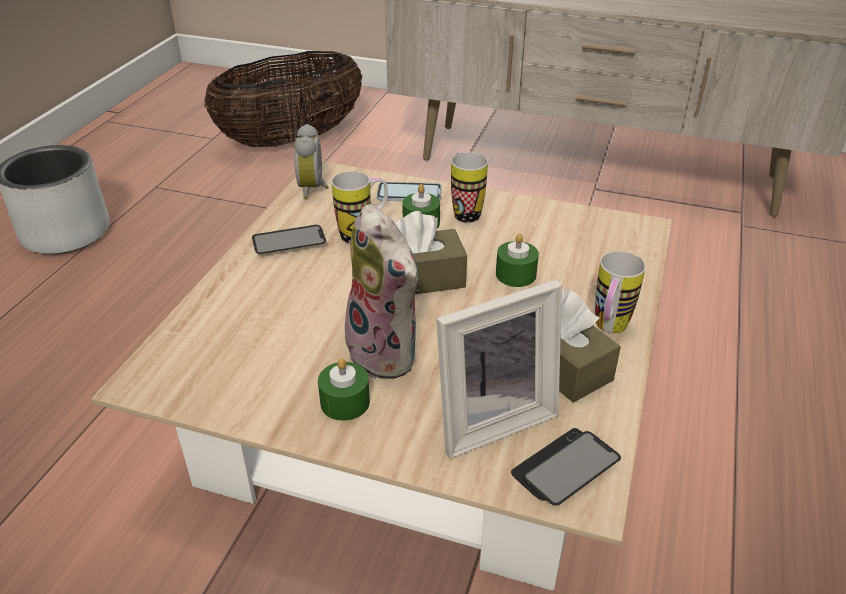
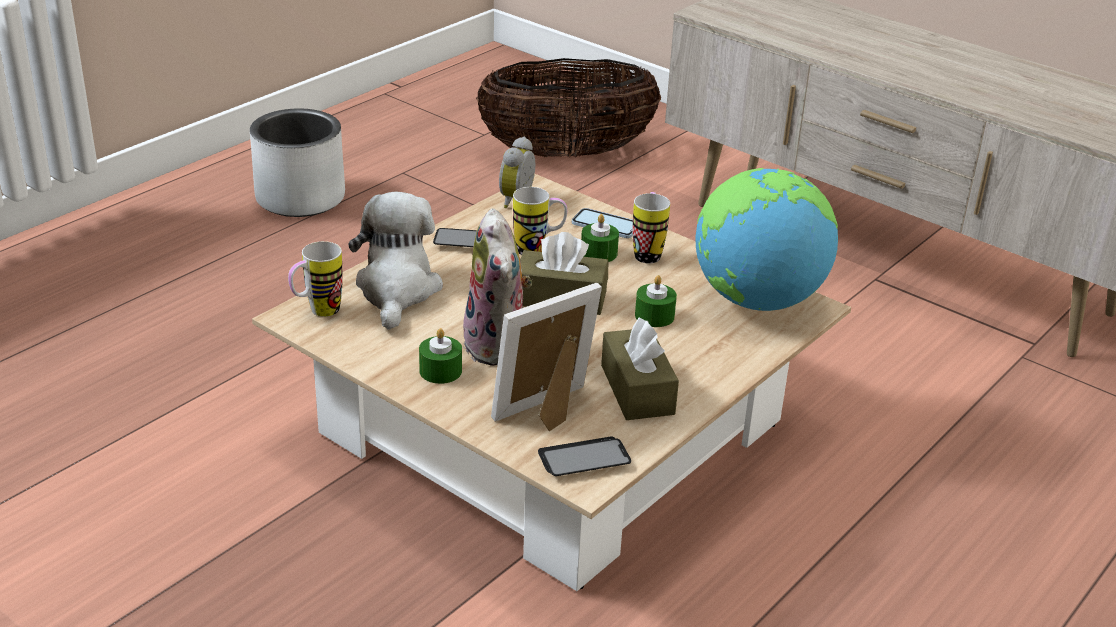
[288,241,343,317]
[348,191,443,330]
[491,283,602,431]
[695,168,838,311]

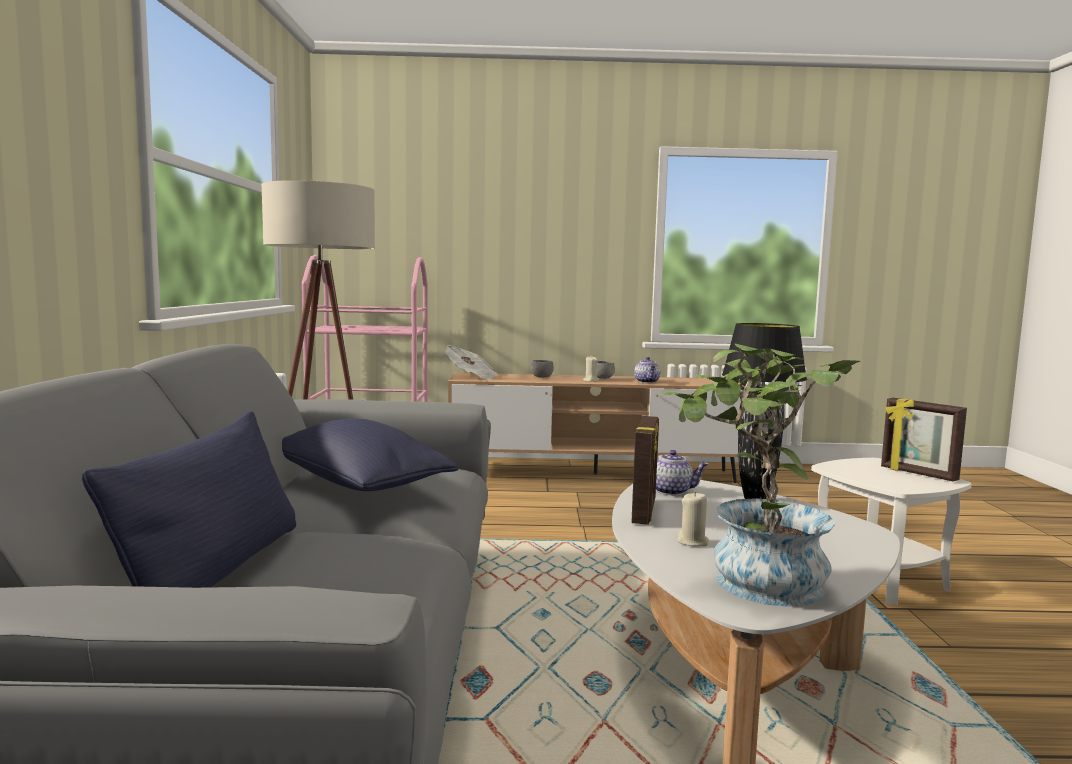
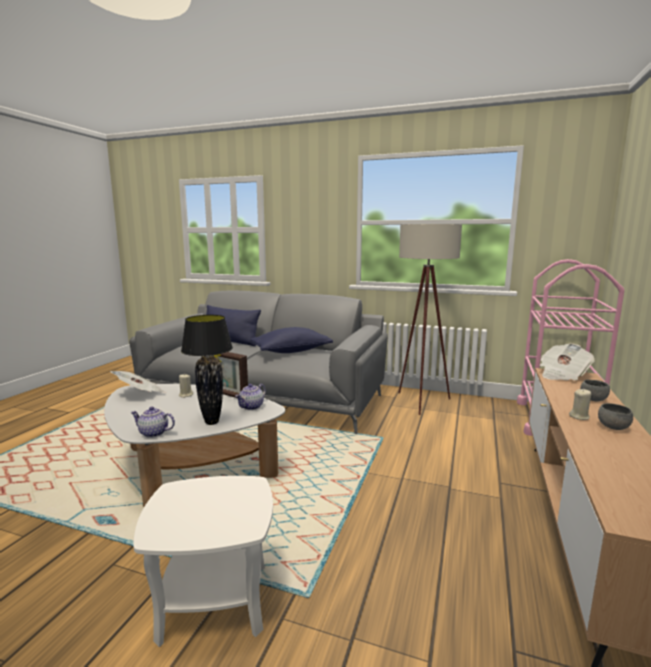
[110,371,167,393]
[131,407,175,438]
[881,398,967,482] (first image)

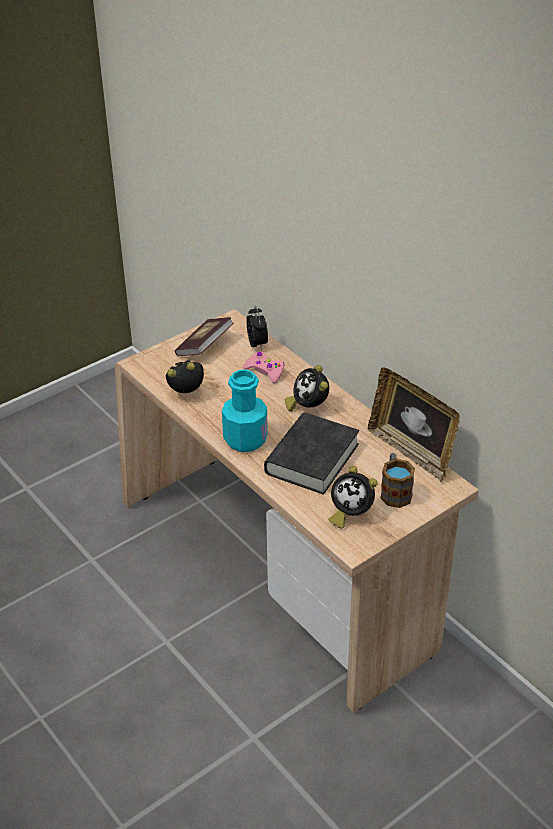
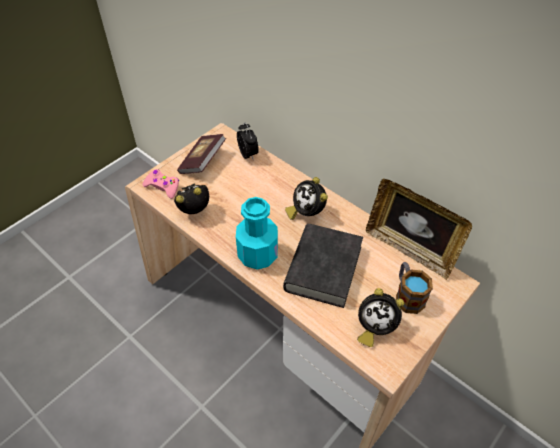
[143,169,179,199]

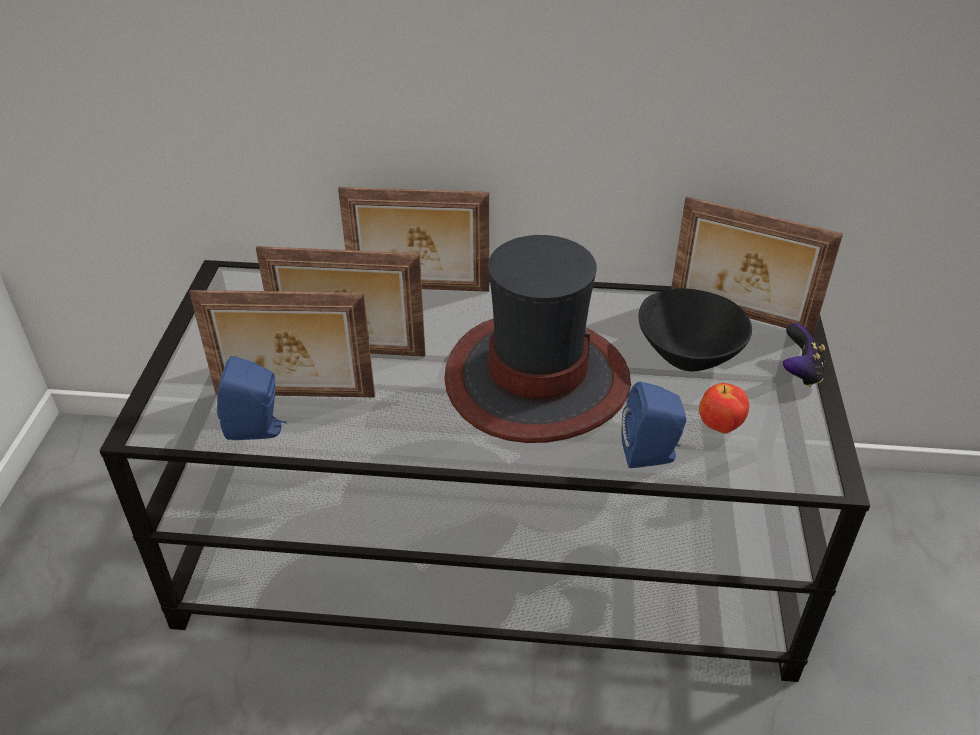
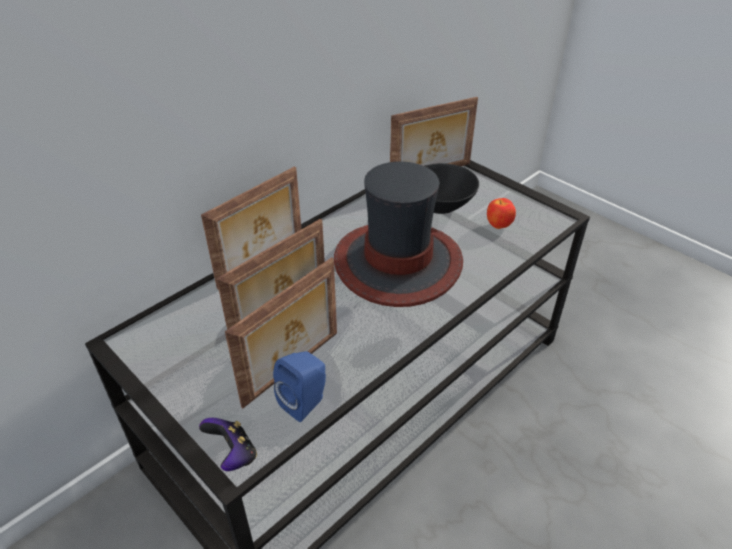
[199,418,257,471]
[621,382,686,468] (first image)

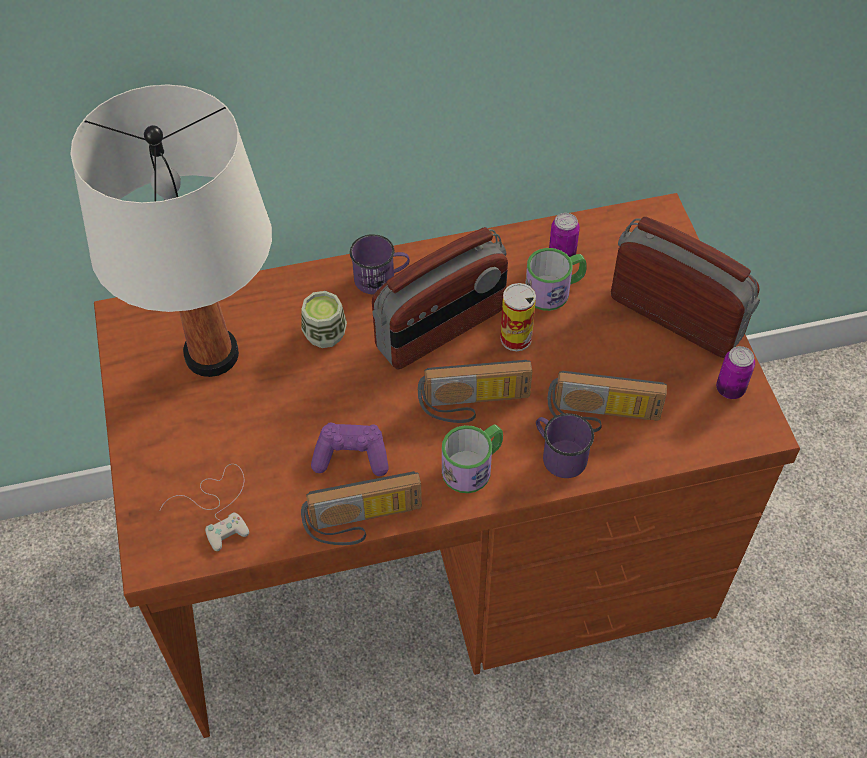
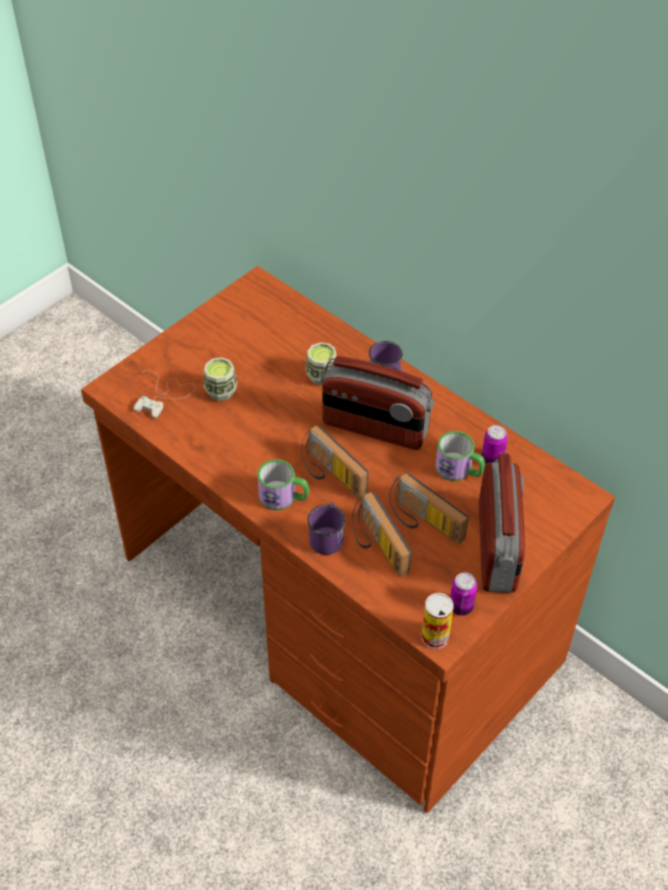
[204,357,237,401]
[389,472,468,544]
[421,593,454,649]
[70,84,272,377] (first image)
[311,423,388,476] (first image)

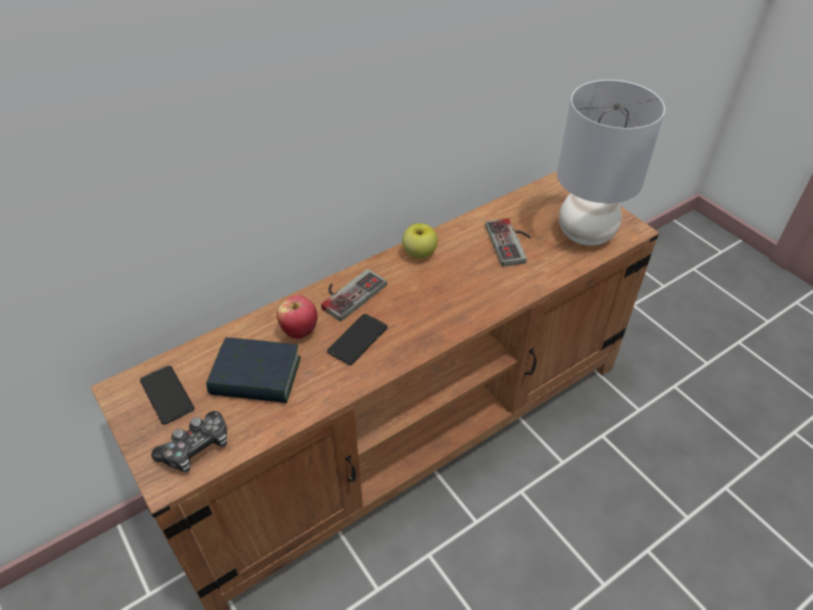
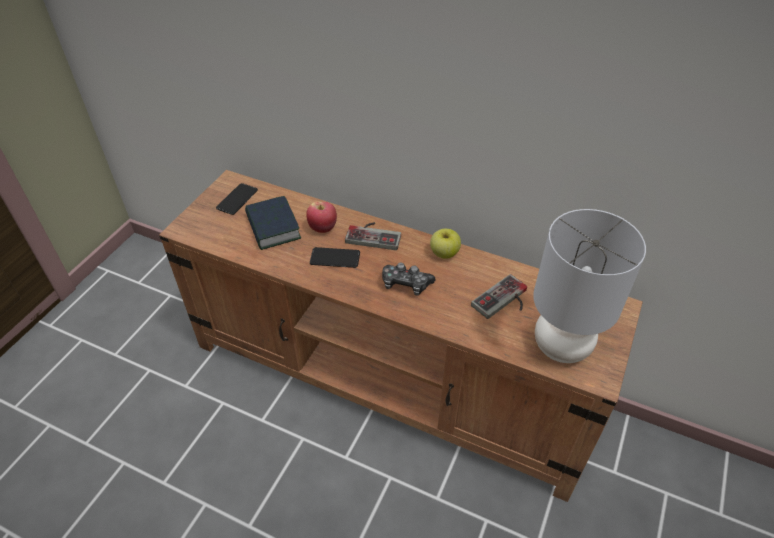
[382,263,435,296]

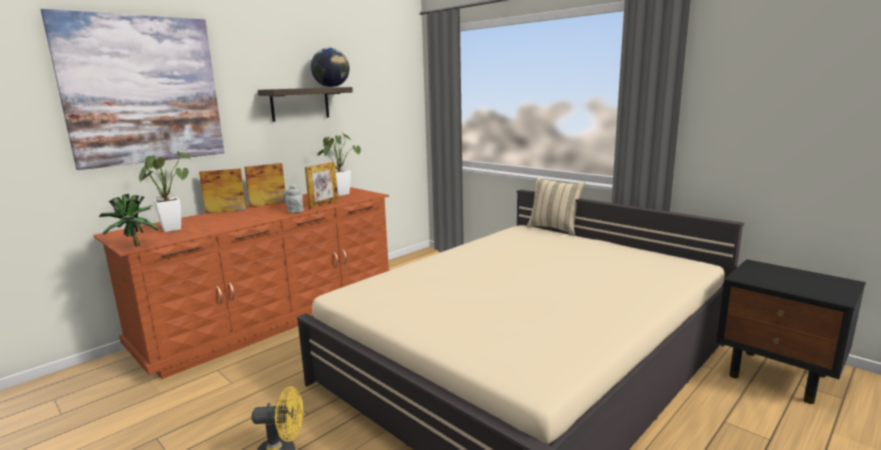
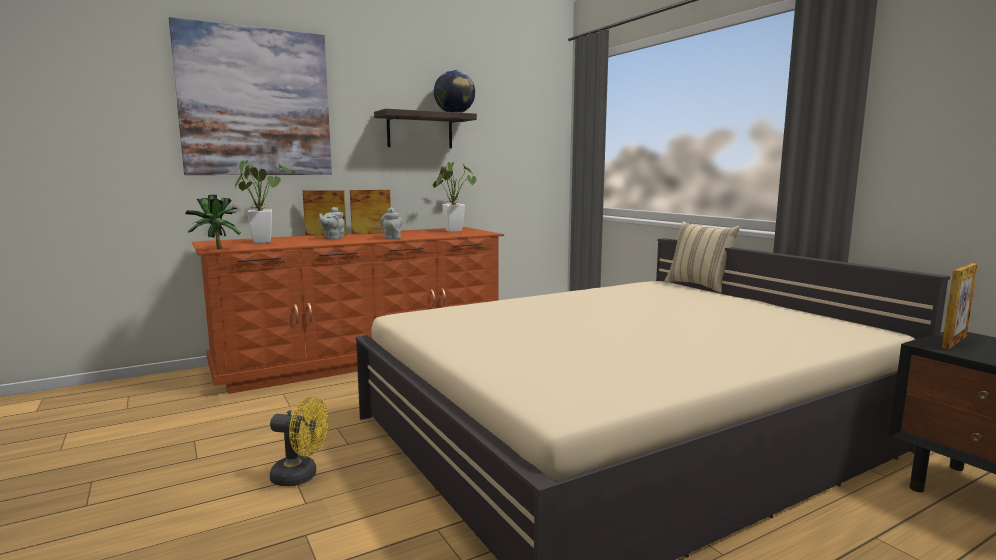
[319,207,345,239]
[942,263,978,350]

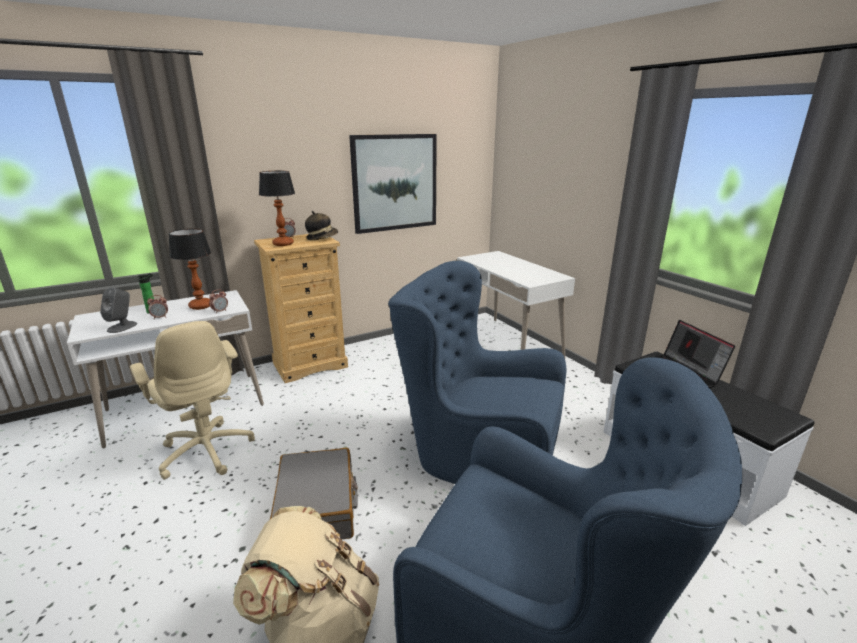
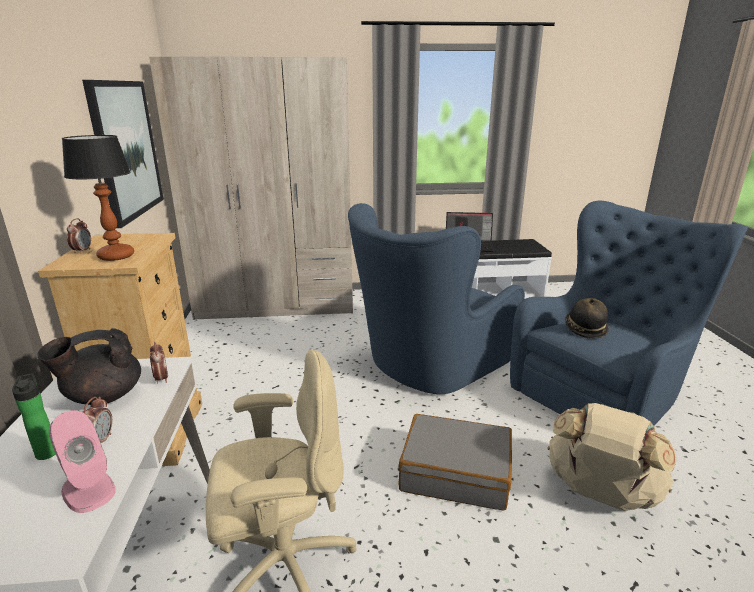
[37,328,141,405]
[49,410,116,513]
[149,57,353,320]
[565,298,609,338]

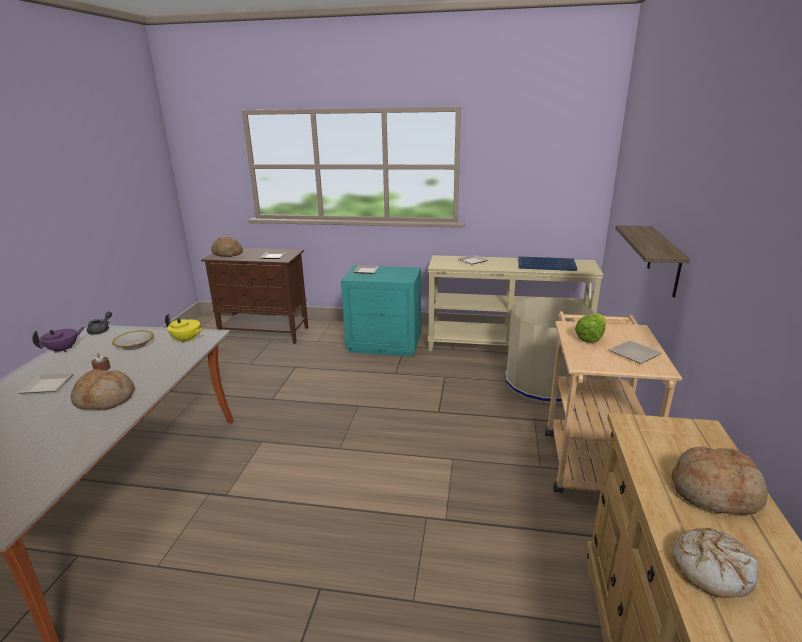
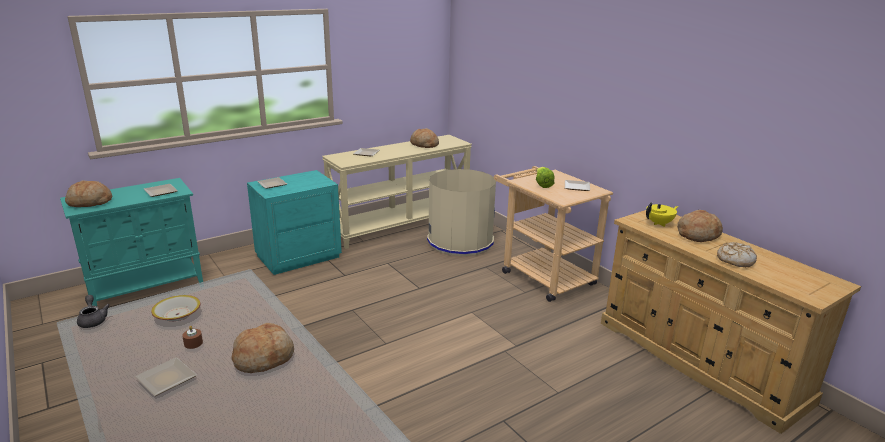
[60,178,203,306]
[410,128,439,148]
[646,202,678,227]
[32,327,85,353] (first image)
[615,225,690,297] (first image)

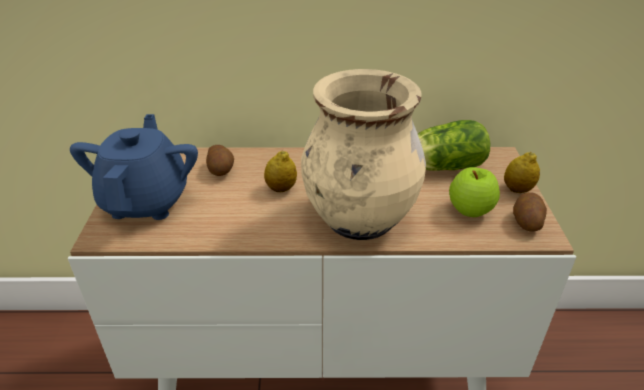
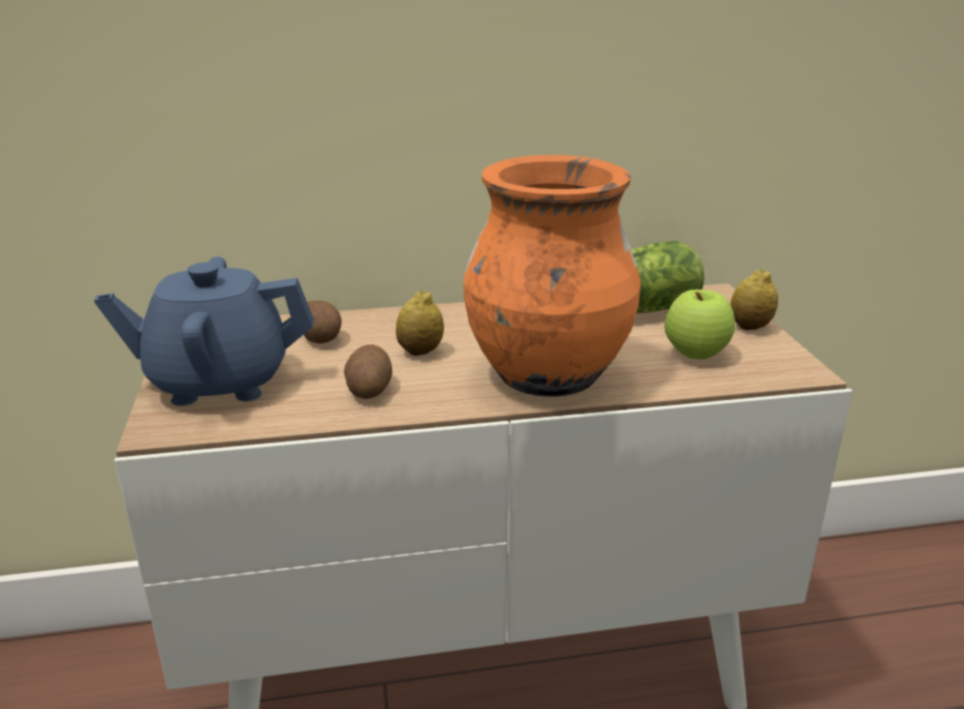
[94,257,314,406]
[344,345,392,399]
[464,155,641,397]

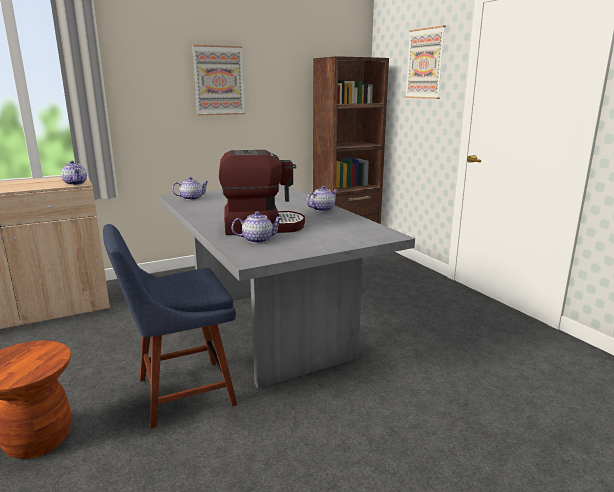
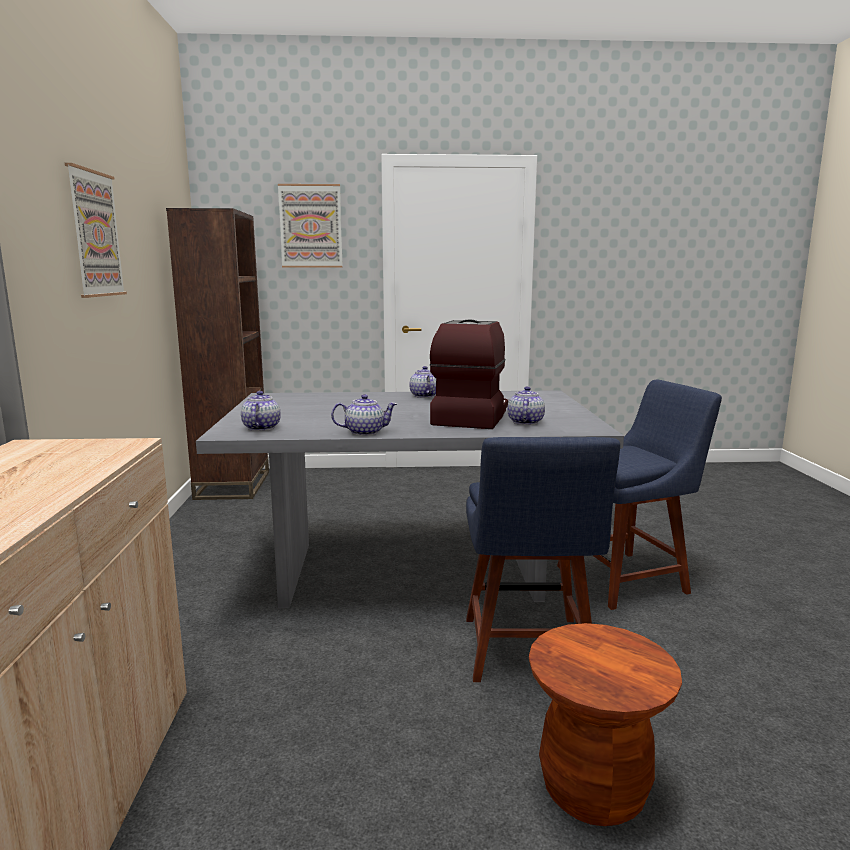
[331,394,397,436]
[557,380,722,610]

